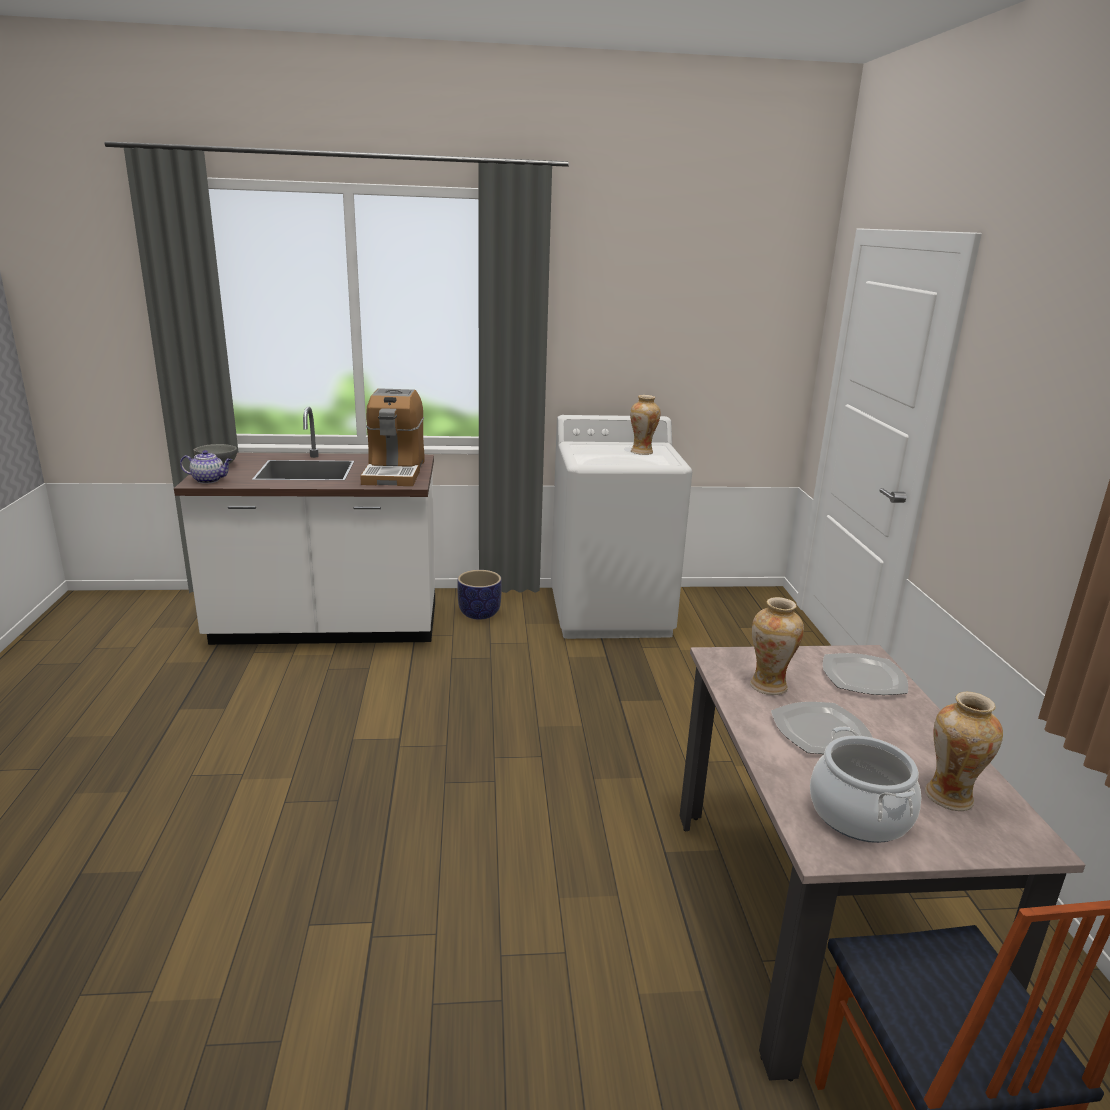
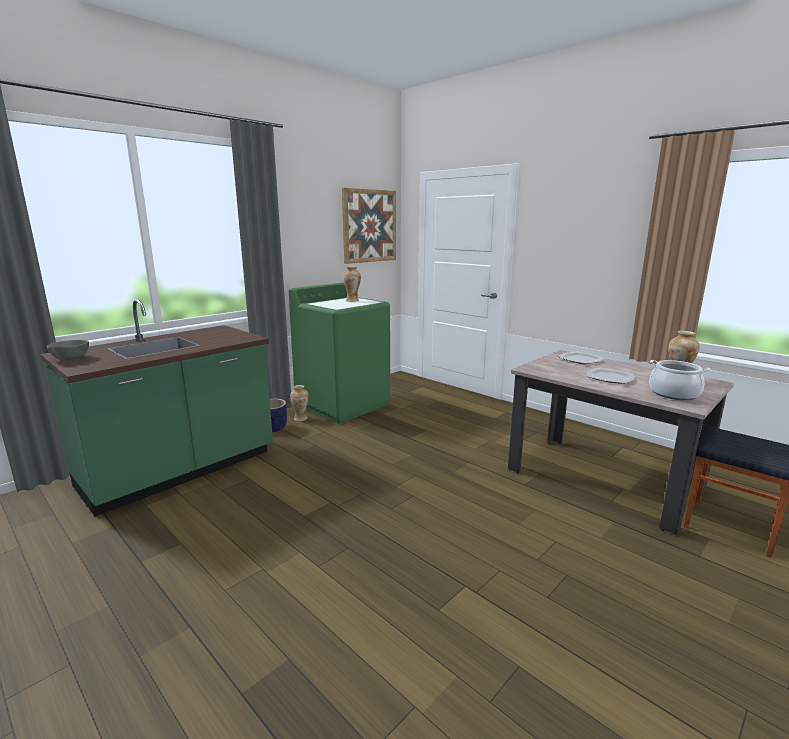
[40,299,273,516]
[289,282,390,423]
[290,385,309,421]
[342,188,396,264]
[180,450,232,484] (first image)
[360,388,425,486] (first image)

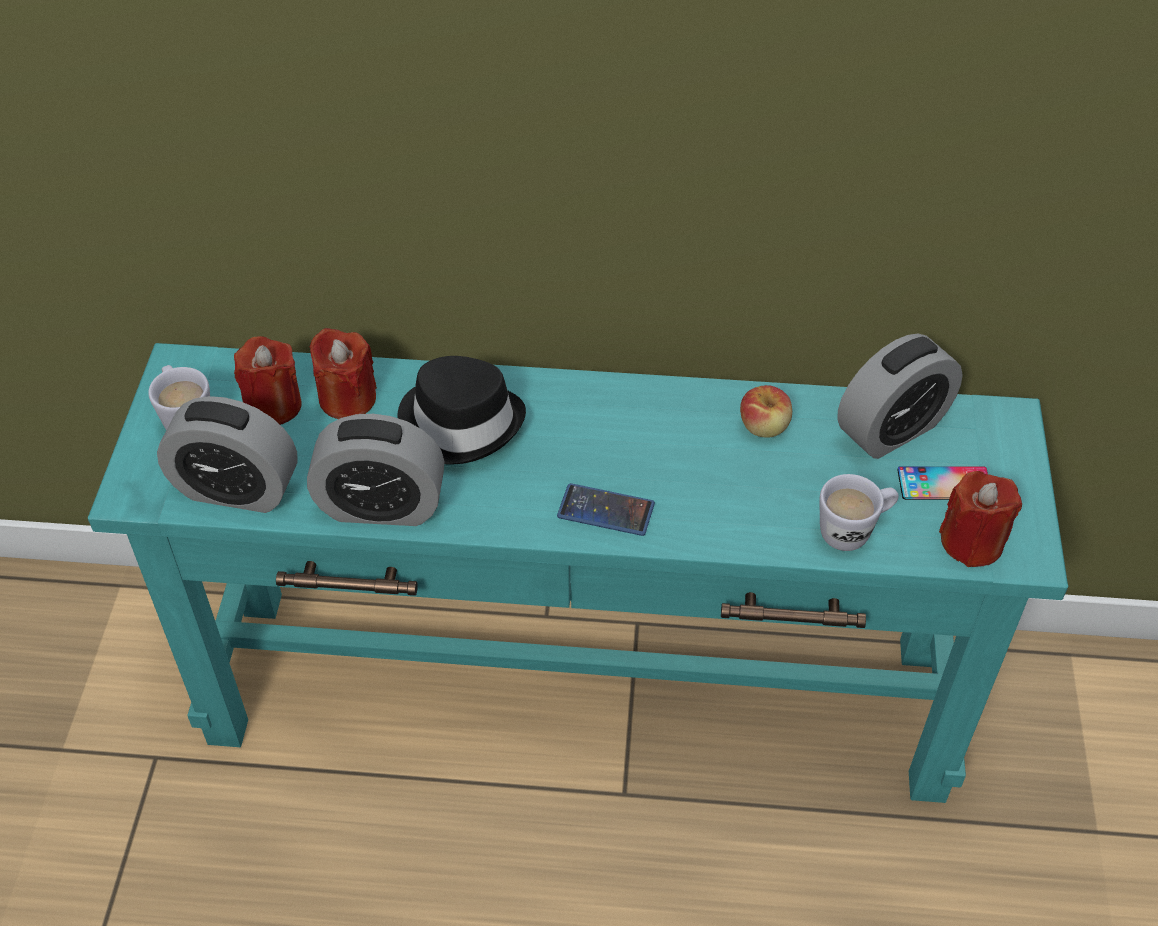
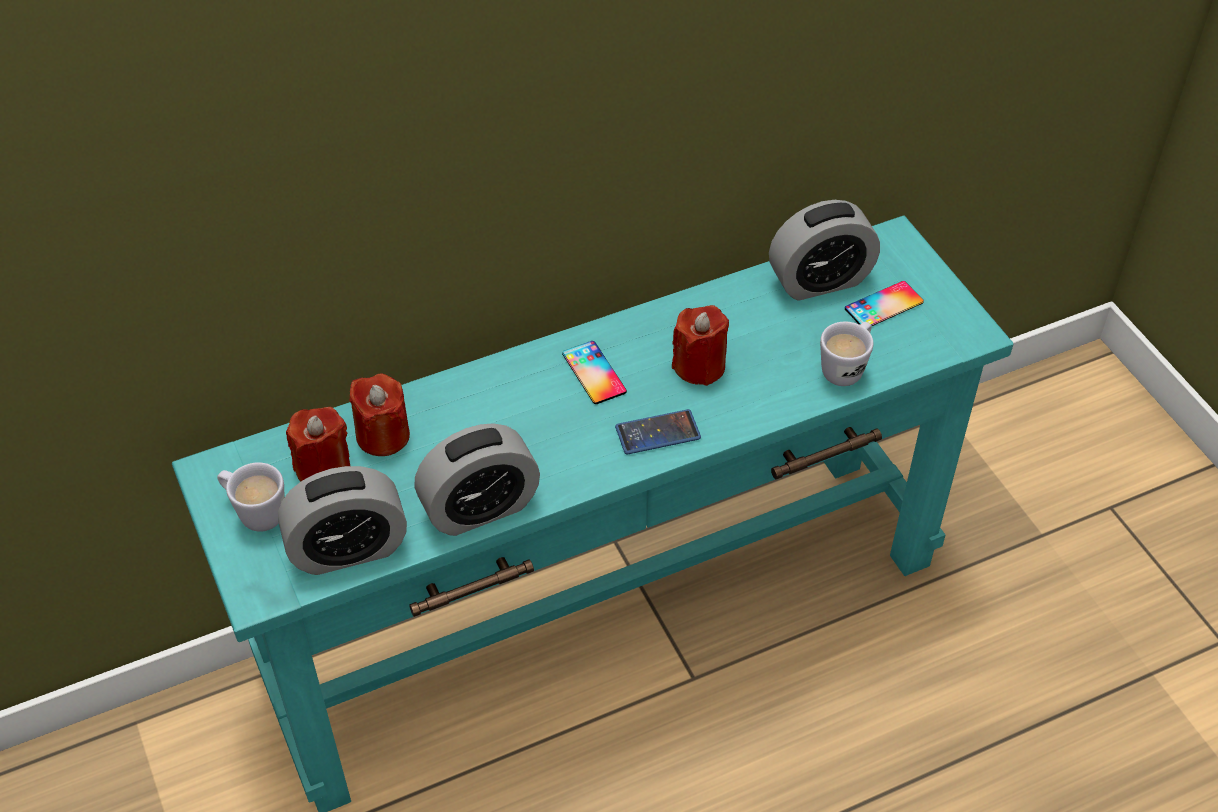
[562,341,627,404]
[672,305,729,386]
[769,200,880,301]
[397,356,526,465] (first image)
[740,385,792,438] (first image)

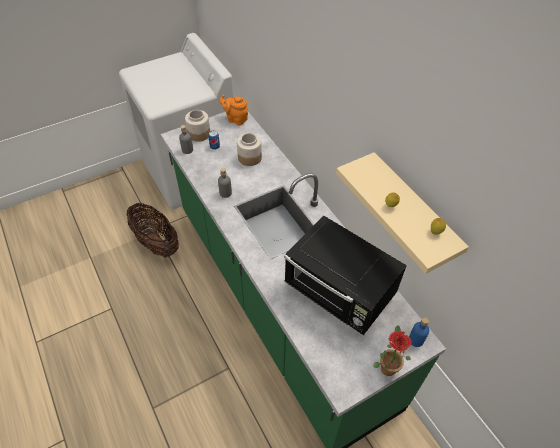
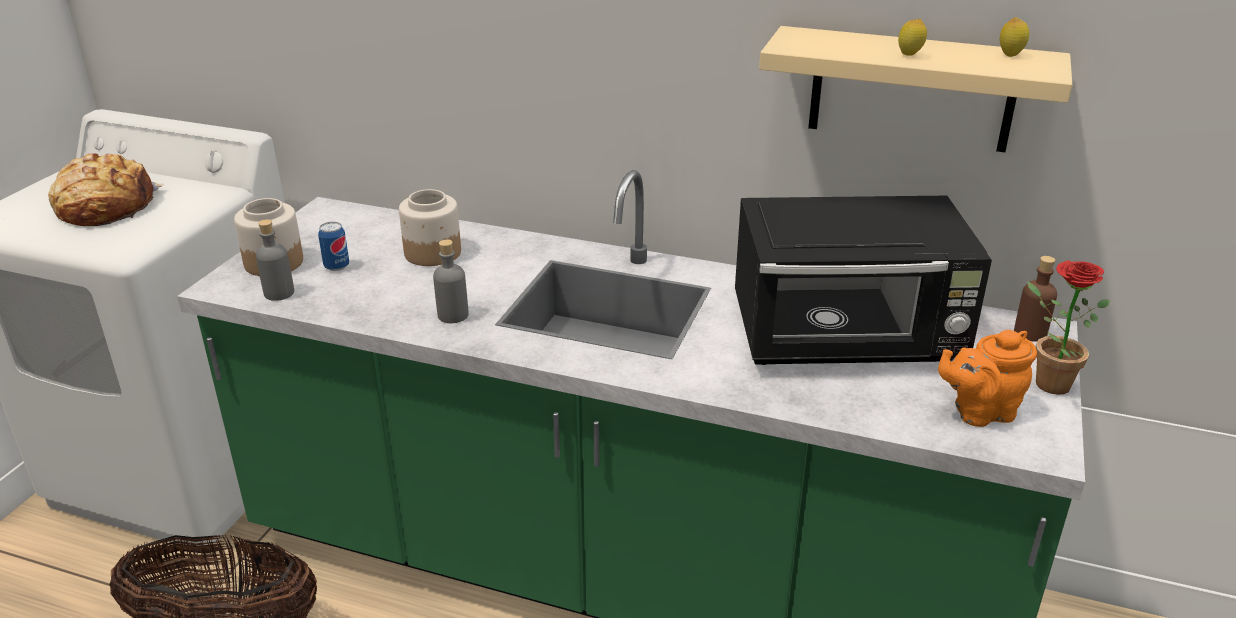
[48,153,164,226]
[938,330,1037,427]
[1014,256,1057,342]

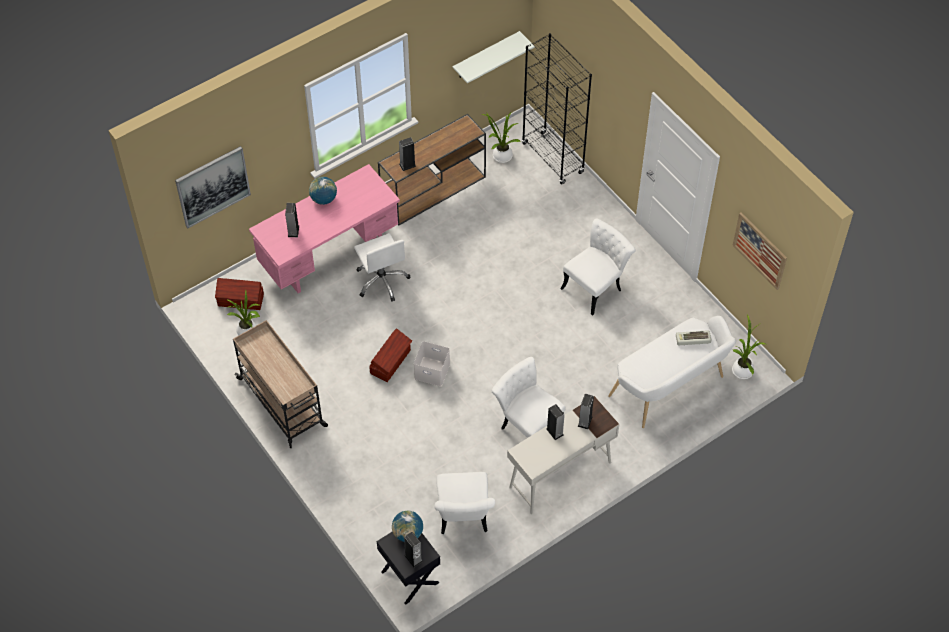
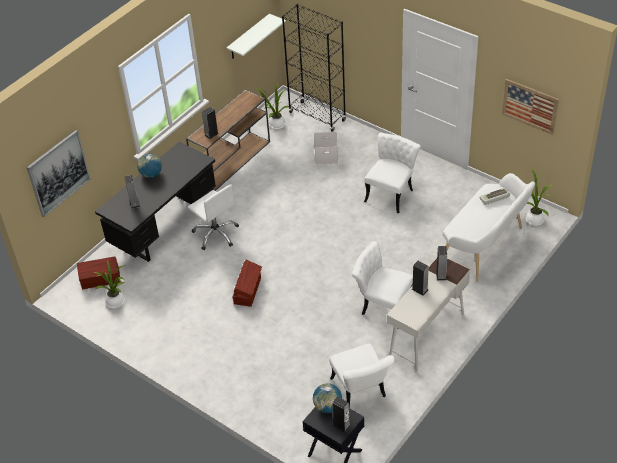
[95,142,216,262]
[314,132,338,164]
[233,320,328,448] (first image)

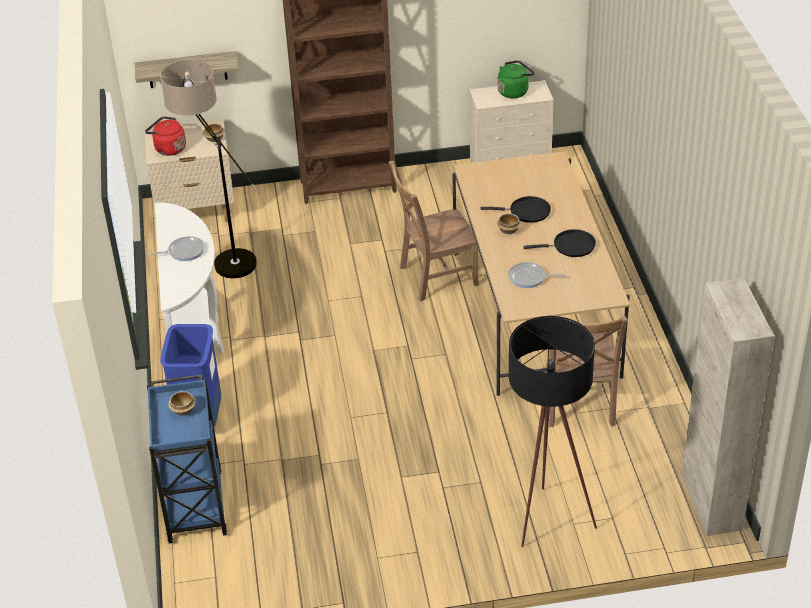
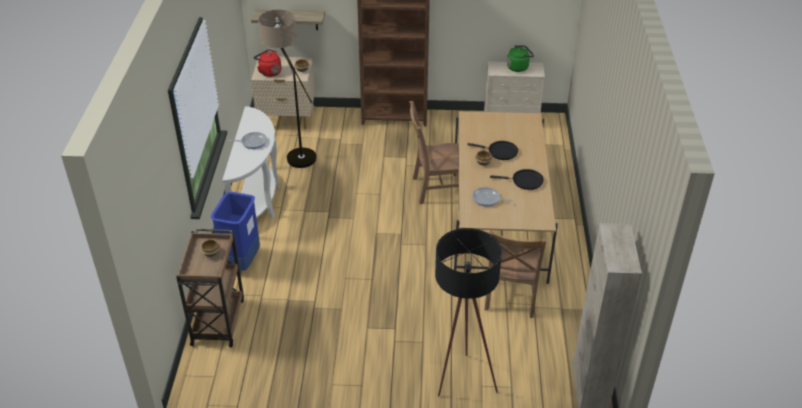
[176,229,244,347]

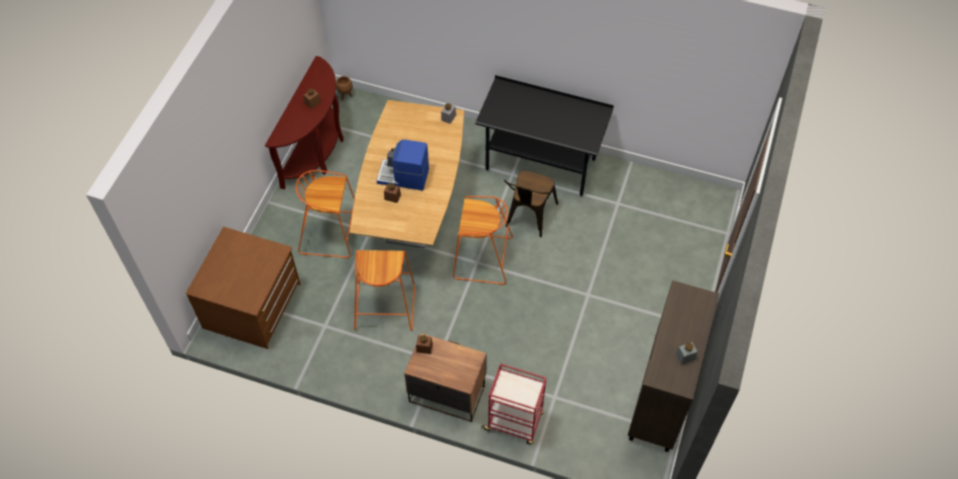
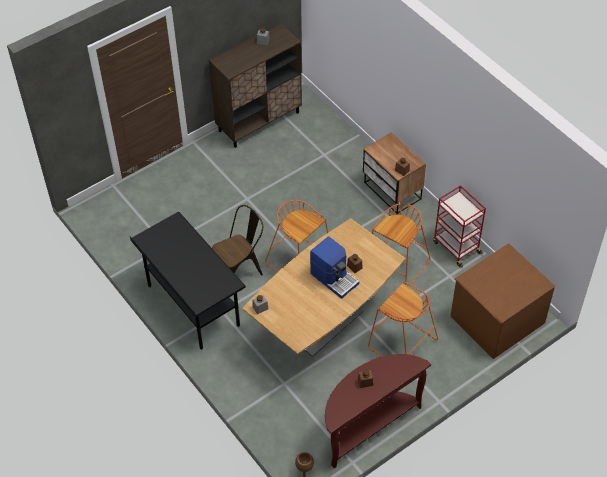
[433,185,486,267]

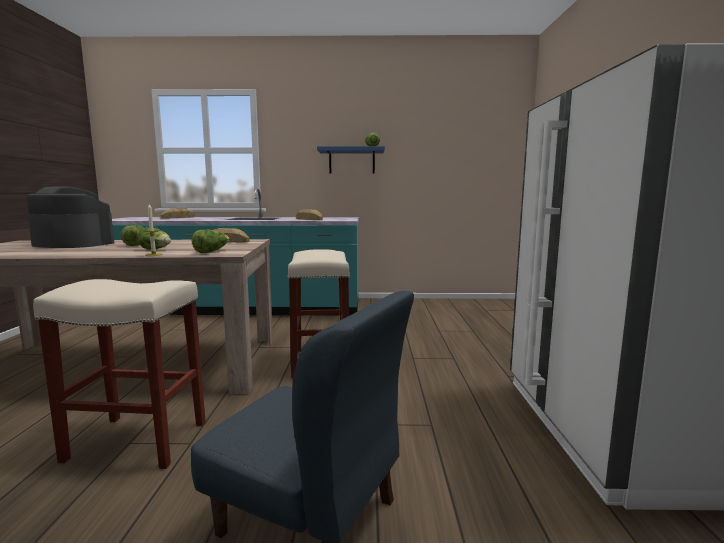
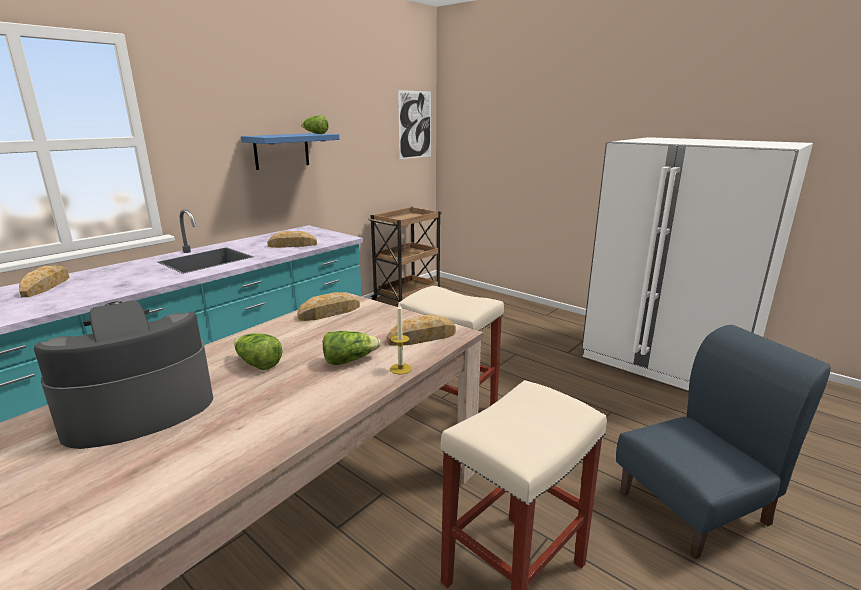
[368,207,442,307]
[387,314,456,346]
[398,90,431,159]

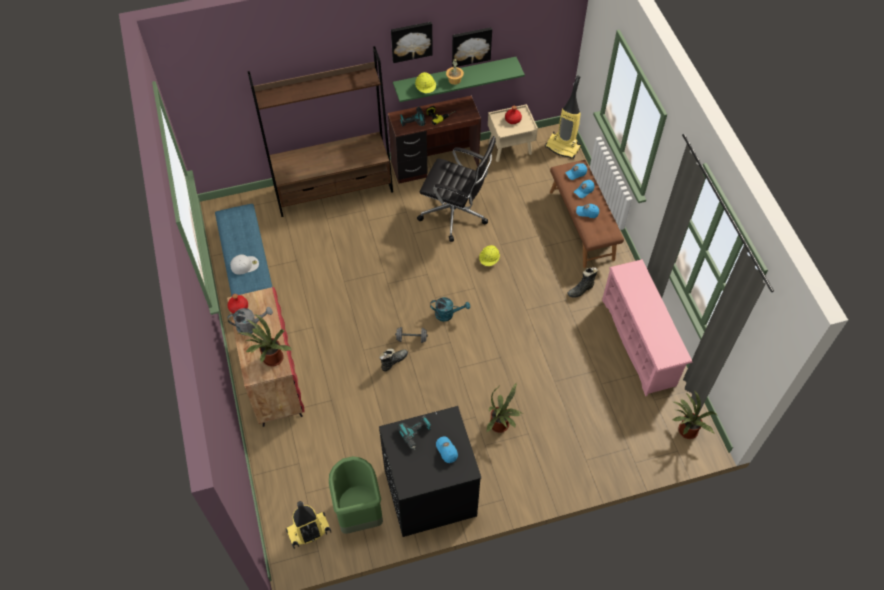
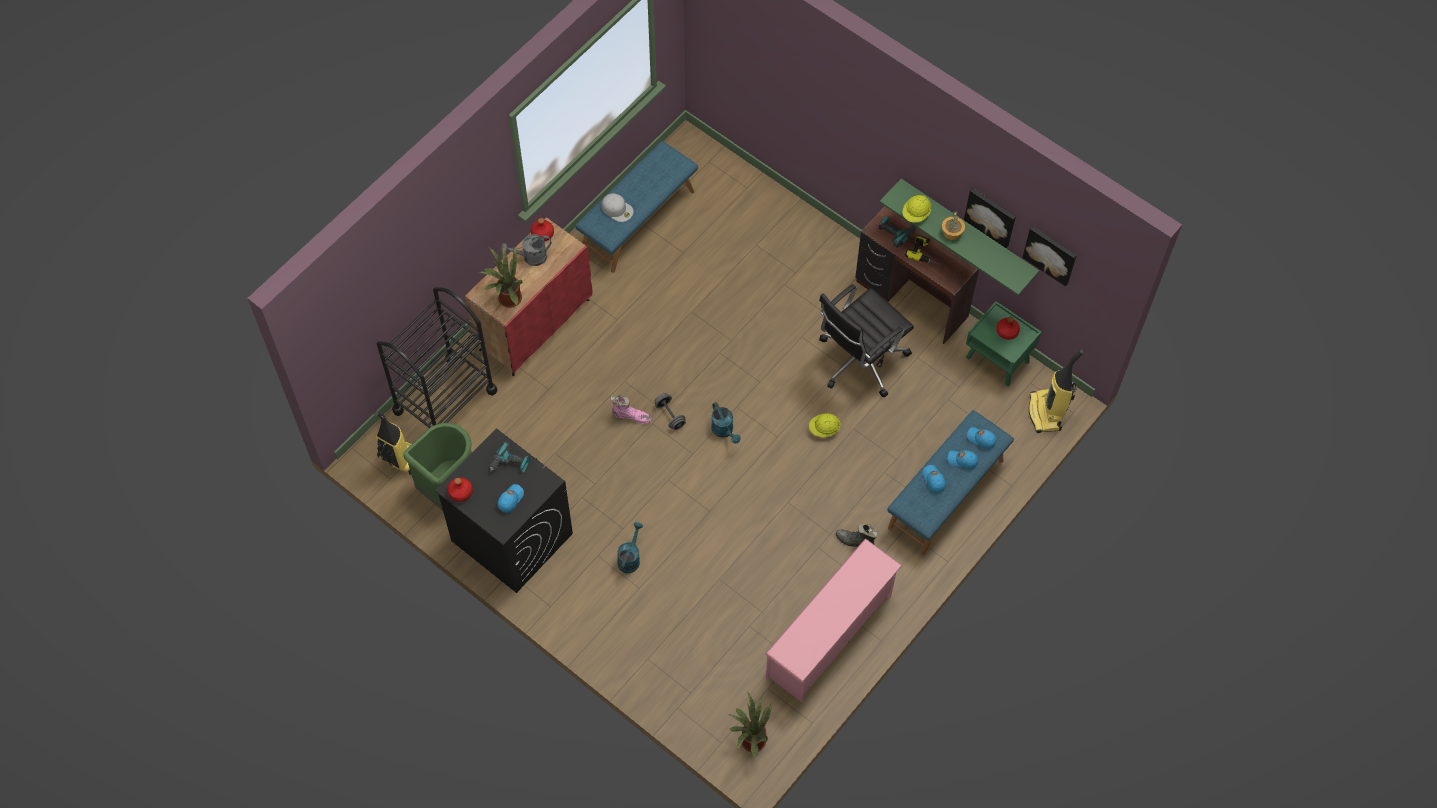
[377,287,497,428]
[447,477,473,502]
[501,234,551,266]
[611,395,651,424]
[617,522,643,573]
[819,284,914,398]
[887,410,1014,555]
[966,301,1041,386]
[1022,226,1077,286]
[248,46,393,217] (first image)

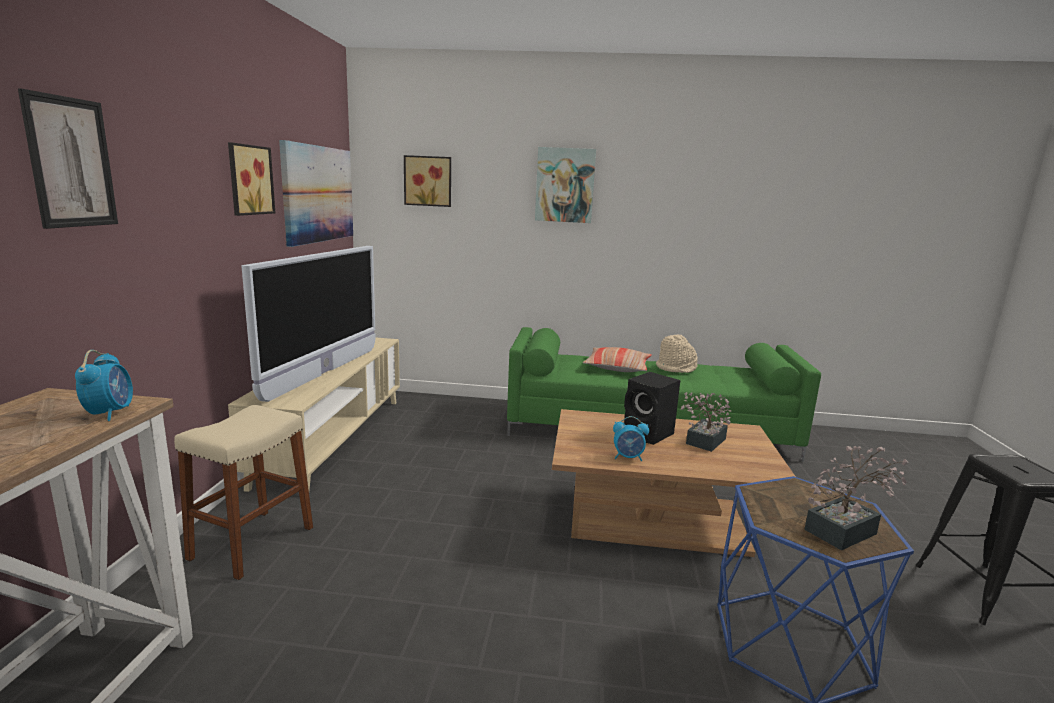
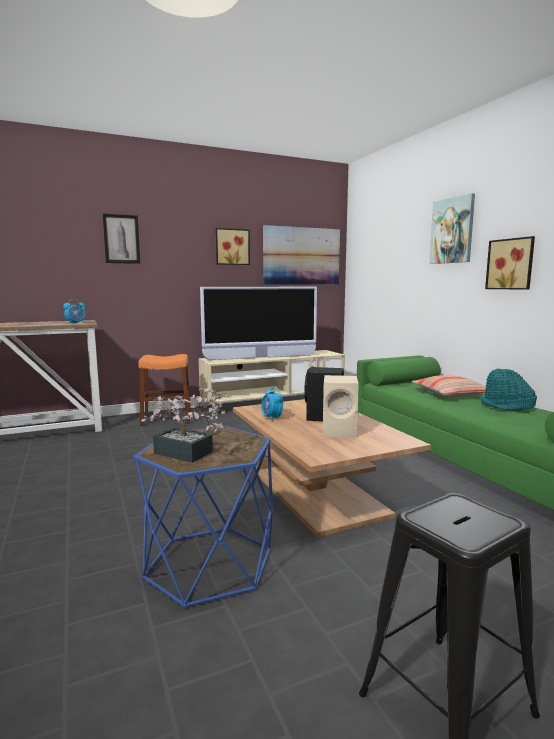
[138,354,191,426]
[323,375,359,438]
[480,369,537,411]
[485,236,535,290]

